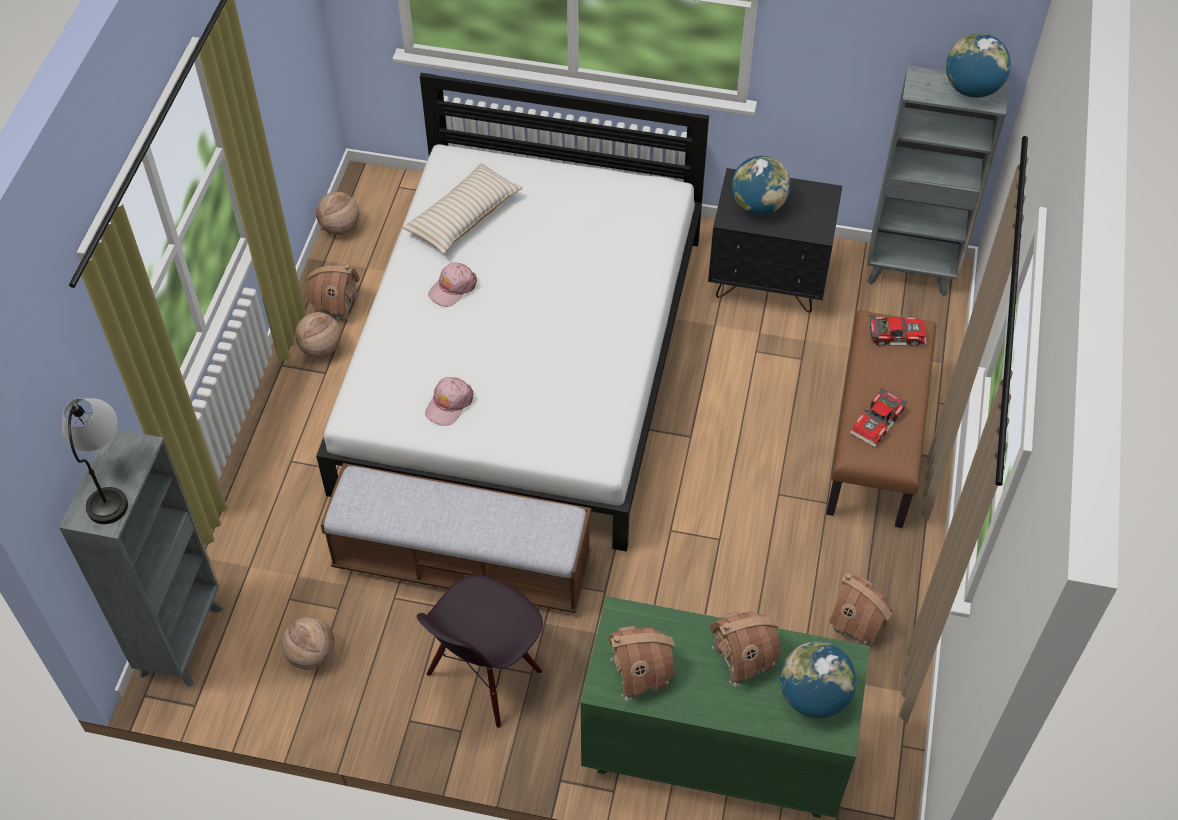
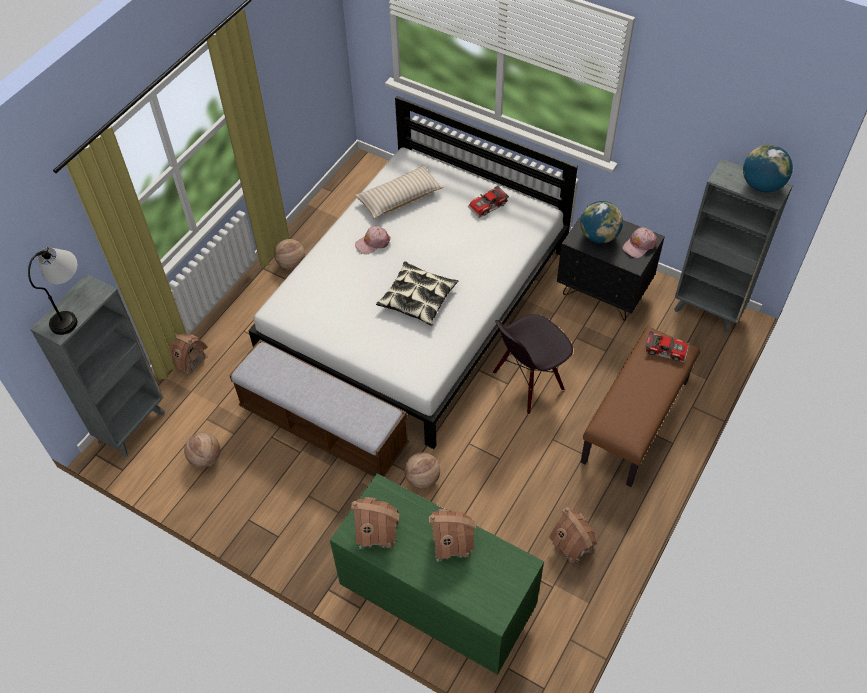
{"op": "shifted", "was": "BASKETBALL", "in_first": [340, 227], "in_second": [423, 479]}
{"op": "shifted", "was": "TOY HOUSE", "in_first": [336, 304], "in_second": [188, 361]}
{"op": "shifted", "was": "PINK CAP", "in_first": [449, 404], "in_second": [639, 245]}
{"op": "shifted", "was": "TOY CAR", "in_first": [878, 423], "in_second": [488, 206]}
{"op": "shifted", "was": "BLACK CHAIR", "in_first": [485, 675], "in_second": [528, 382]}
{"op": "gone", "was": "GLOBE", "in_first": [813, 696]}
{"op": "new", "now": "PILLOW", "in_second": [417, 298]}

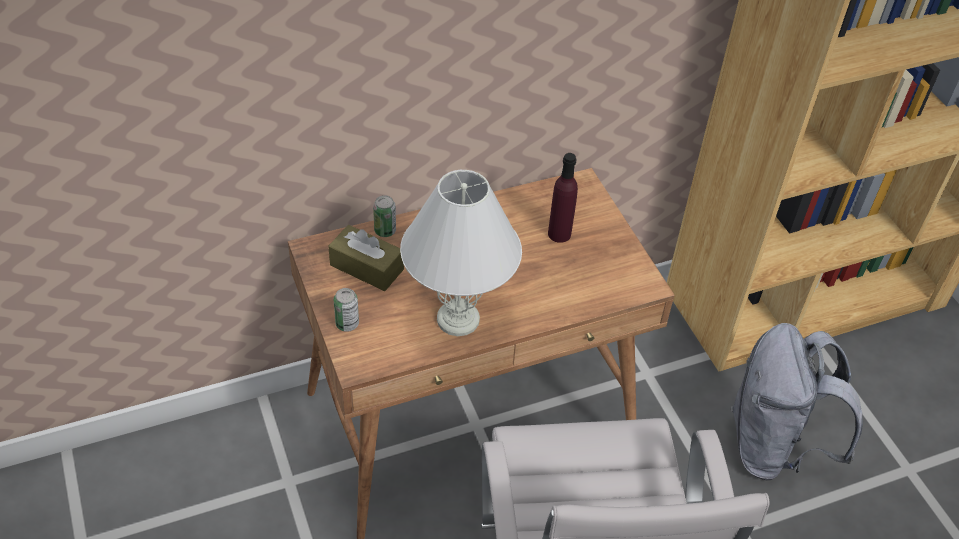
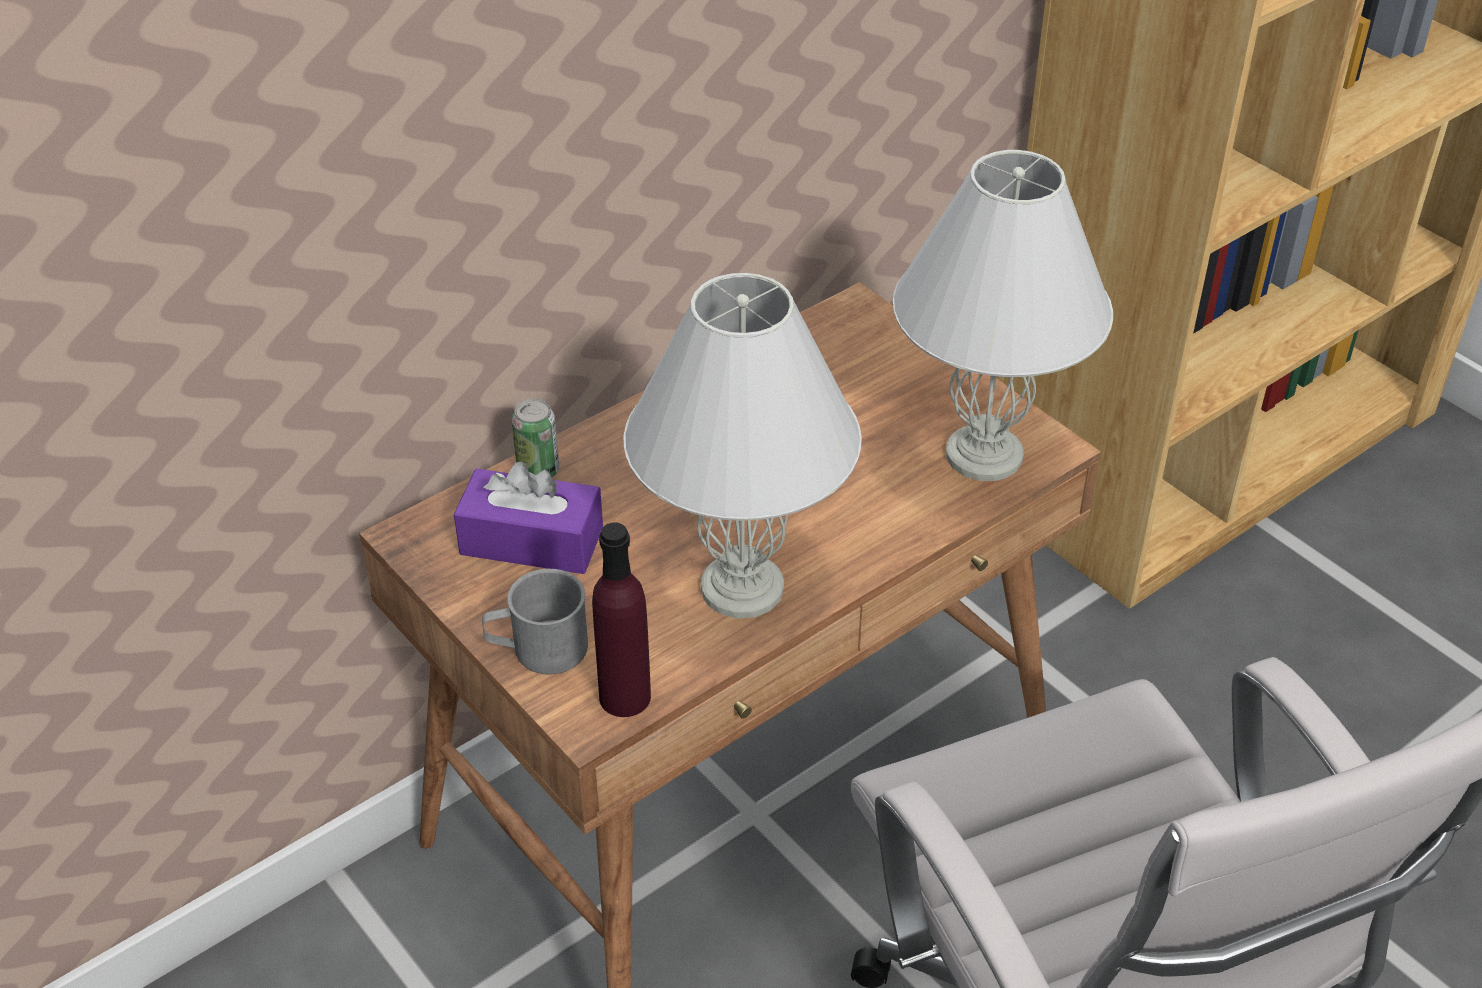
{"op": "shifted", "was": "PURPLE BOTTLE", "in_first": [559, 234], "in_second": [625, 697]}
{"op": "repainted", "was": "BROWN TISSUE BOX", "now": "PURPLE TISSUE BOX", "in_first": [367, 267], "in_second": [531, 541]}
{"op": "swapped", "was": "CAN", "now": "GREY MUG", "in_first": [347, 324], "in_second": [538, 649]}
{"op": "gone", "was": "GREY BACKPACK", "in_first": [773, 447]}
{"op": "new", "now": "WHITE TABLE LAMP", "in_second": [982, 455]}

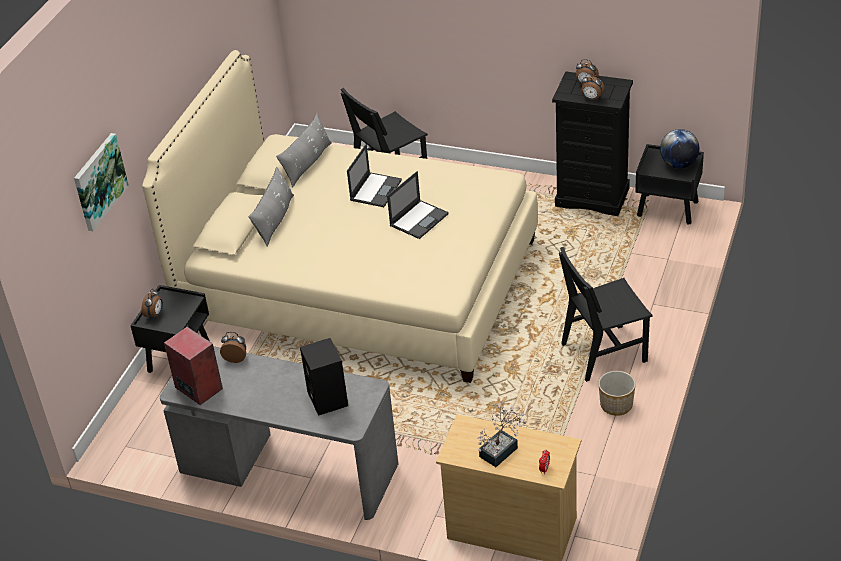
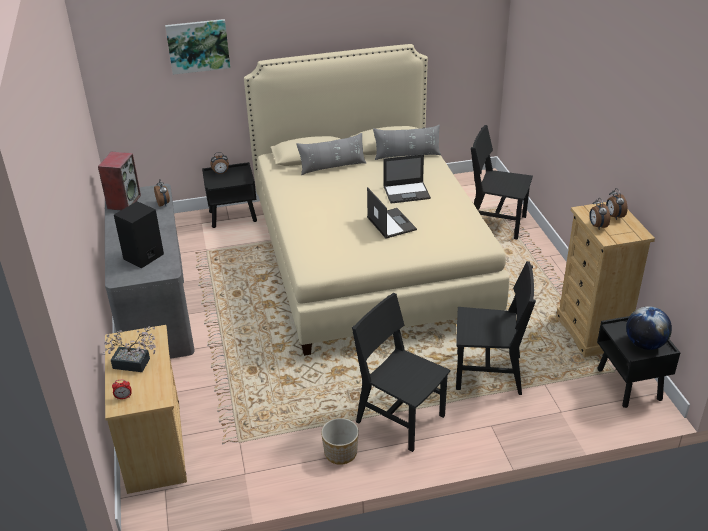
{"op": "repainted", "was": "BLACK DRESSER", "now": "BEIGE DRESSER", "in_first": [592, 197], "in_second": [592, 332]}
{"op": "rotated", "was": "LAPTOP", "in_first": [419, 219], "in_second": [391, 223], "clockwise": -120}
{"op": "new", "now": "BLACK CHAIR", "in_second": [488, 373]}

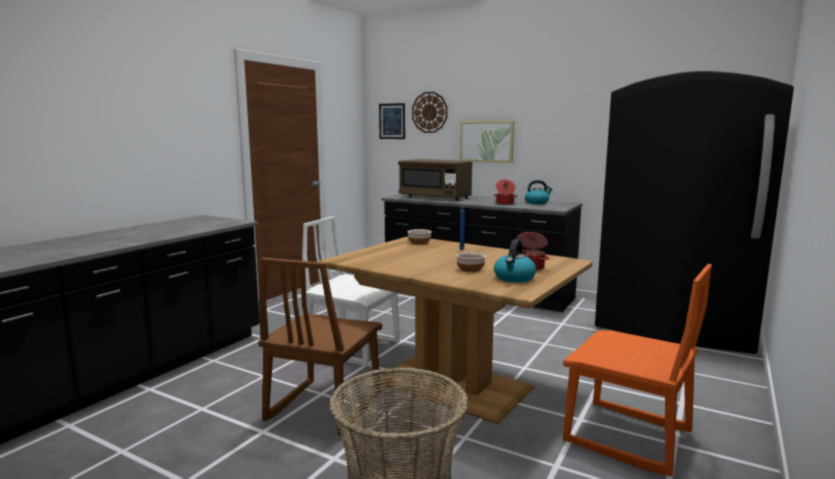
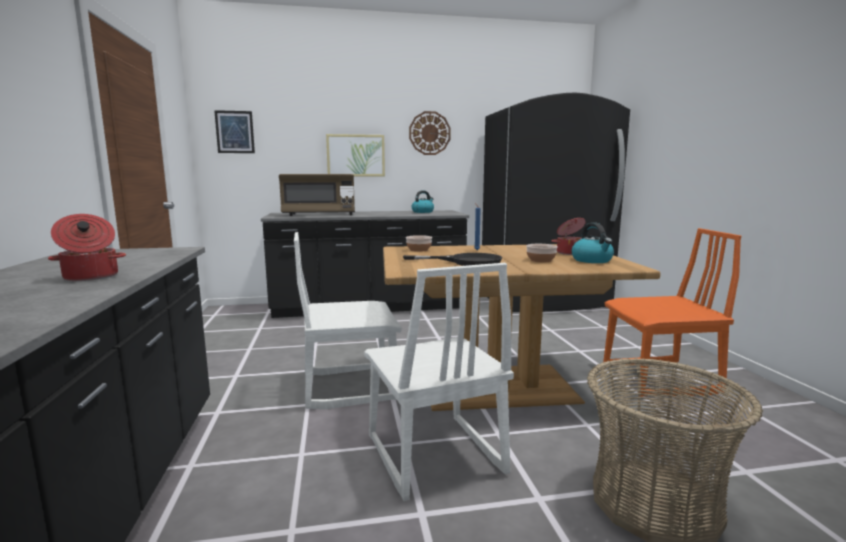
{"op": "shifted", "was": "WALL CLOCK", "in_first": [429, 112], "in_second": [429, 133]}
{"op": "shifted", "was": "COOKING POT", "in_first": [504, 203], "in_second": [90, 277]}
{"op": "repainted", "was": "BROWN CHAIR", "now": "WHITE CHAIR", "in_first": [323, 407], "in_second": [433, 455]}
{"op": "new", "now": "BLACK FRYING PAN", "in_second": [466, 262]}

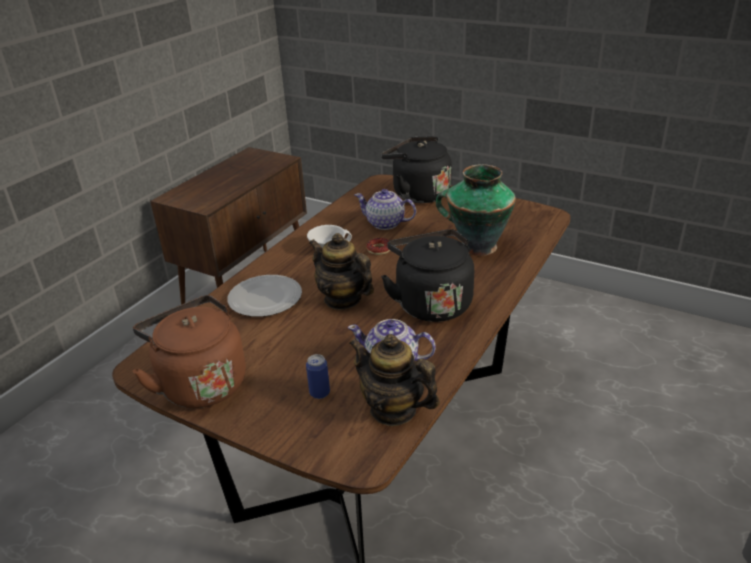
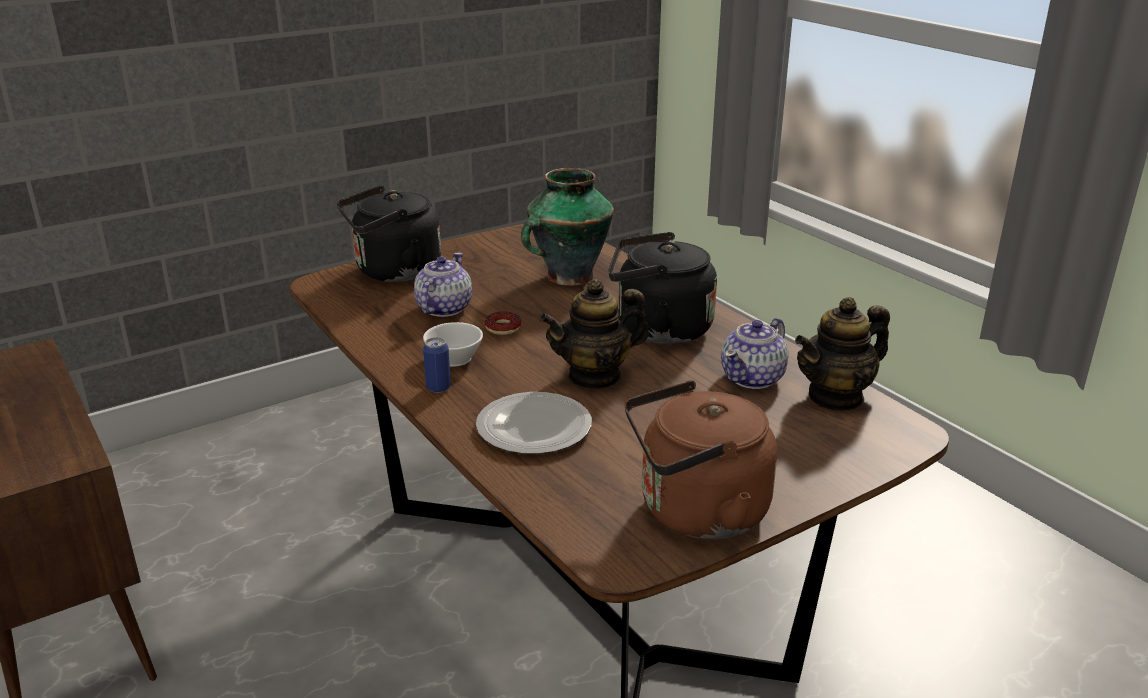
{"op": "rotated", "was": "TEAPOT", "in_first": [385, 224], "in_second": [443, 309], "clockwise": 150}
{"op": "shifted", "was": "CAN", "in_first": [319, 393], "in_second": [438, 387]}

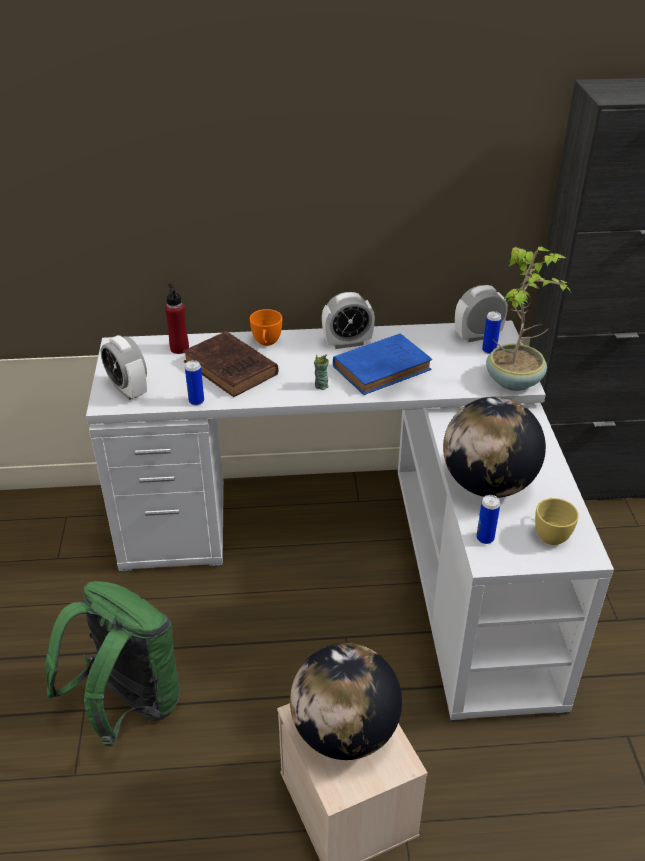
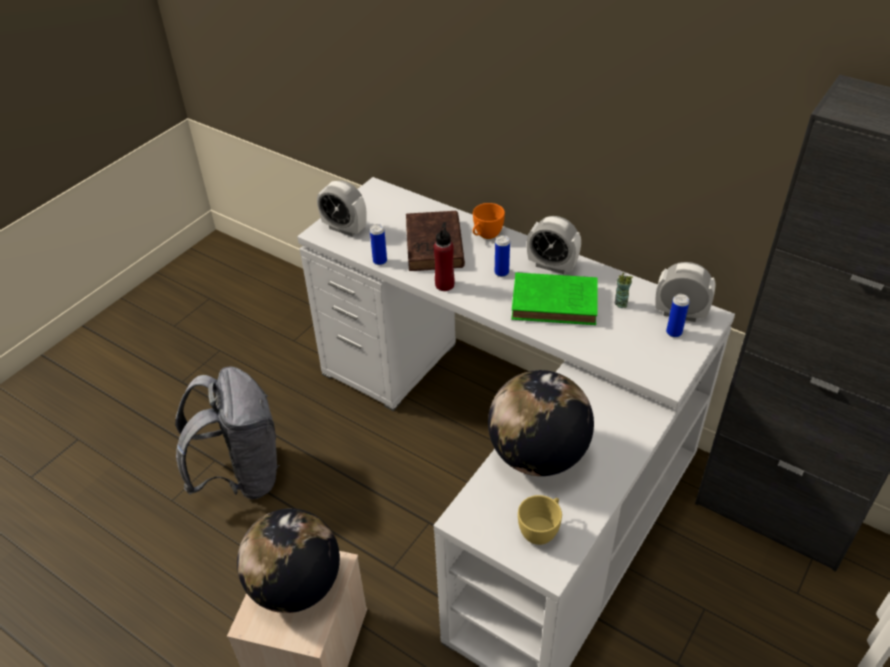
{"op": "gone", "was": "POTTED PLANT", "in_first": [515, 381]}
{"op": "shifted", "was": "RED BOTTLE", "in_first": [179, 348], "in_second": [444, 284]}
{"op": "repainted", "was": "BLUE BOOK", "now": "GREEN BOOK", "in_first": [384, 367], "in_second": [557, 303]}
{"op": "rotated", "was": "ALARM CLOCK", "in_first": [128, 389], "in_second": [344, 228], "clockwise": -60}
{"op": "shifted", "was": "CUP", "in_first": [321, 386], "in_second": [620, 303]}
{"op": "shifted", "was": "CAN", "in_first": [485, 538], "in_second": [501, 273]}
{"op": "repainted", "was": "GREEN BACKPACK", "now": "GREY BACKPACK", "in_first": [128, 705], "in_second": [242, 475]}

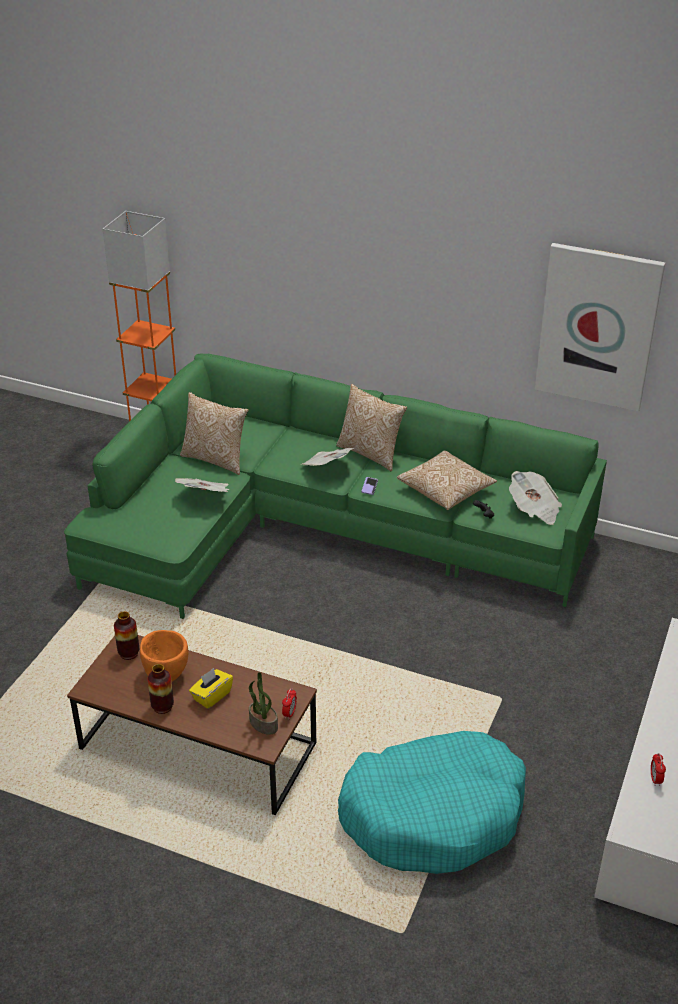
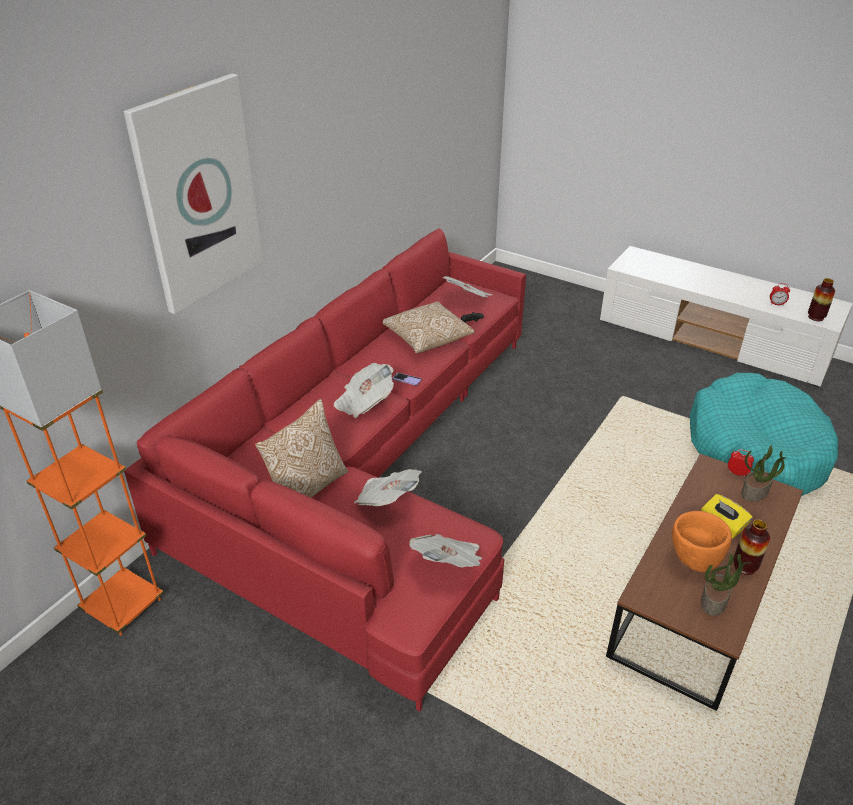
{"op": "shifted", "was": "PICTURE", "in_first": [597, 327], "in_second": [198, 194]}
{"op": "repainted", "was": "GREEN SOFA", "now": "RED SOFA", "in_first": [318, 529], "in_second": [368, 473]}
{"op": "gone", "was": "PILLOW", "in_first": [370, 453]}
{"op": "shifted", "was": "VASE", "in_first": [129, 653], "in_second": [816, 317]}
{"op": "new", "now": "NEWSPAPER", "in_second": [449, 563]}
{"op": "new", "now": "POTTED PLANT", "in_second": [714, 601]}

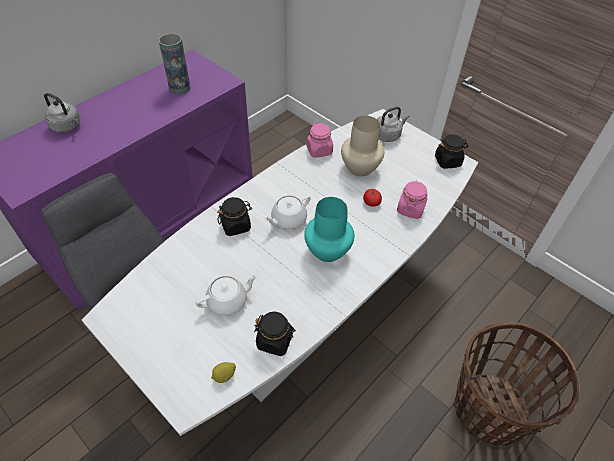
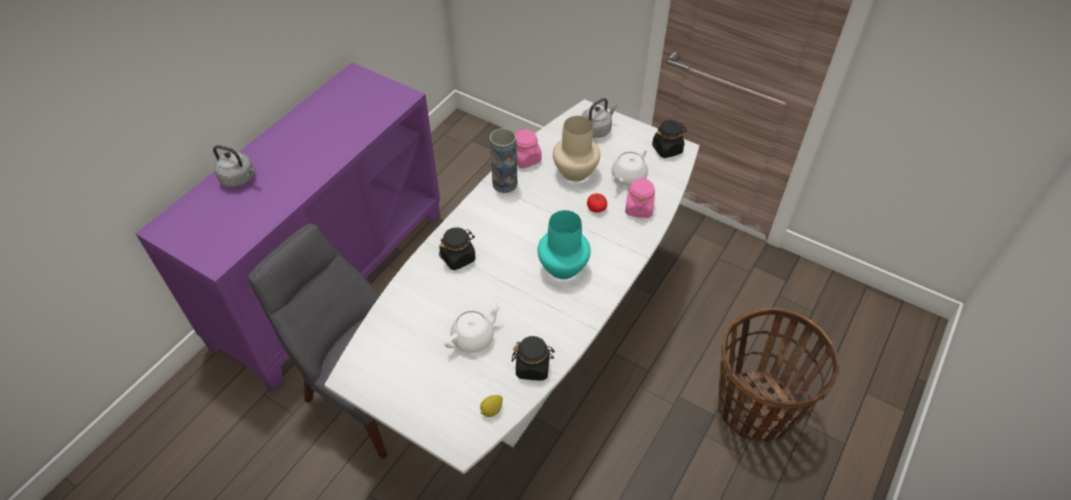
{"op": "shifted", "was": "VASE", "in_first": [179, 88], "in_second": [504, 183]}
{"op": "shifted", "was": "WHITE TEAPOT", "in_first": [288, 220], "in_second": [628, 177]}

